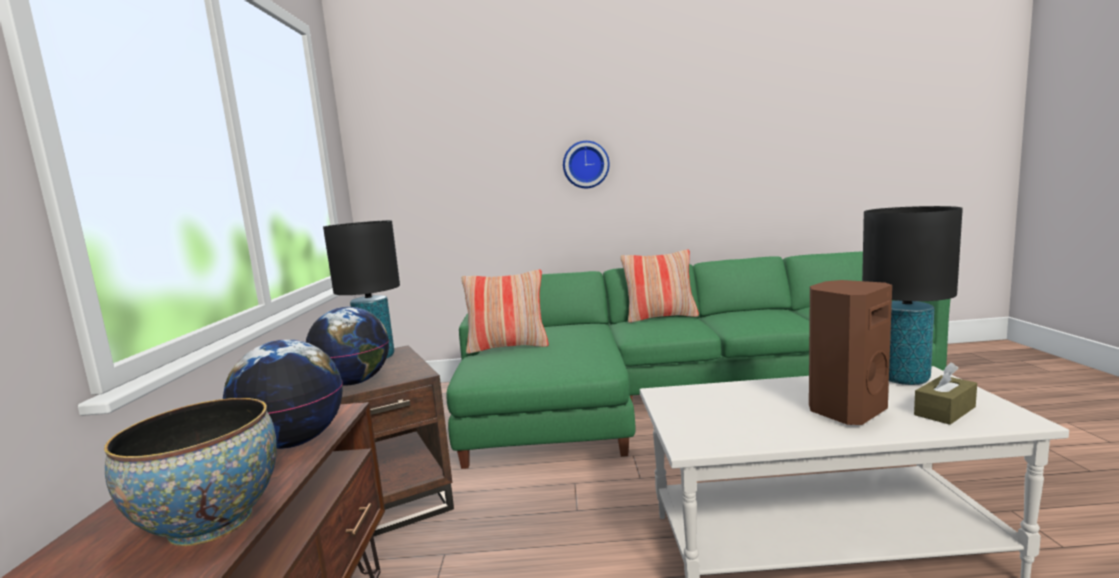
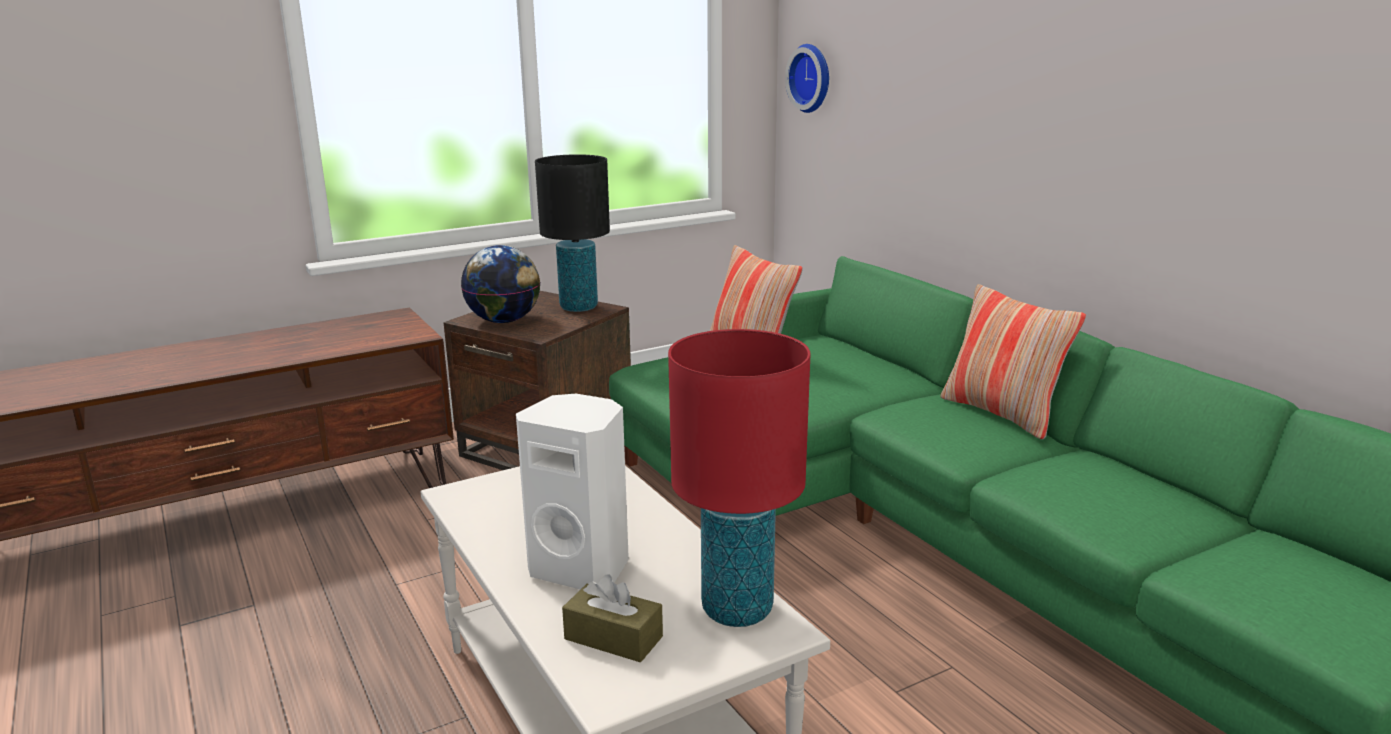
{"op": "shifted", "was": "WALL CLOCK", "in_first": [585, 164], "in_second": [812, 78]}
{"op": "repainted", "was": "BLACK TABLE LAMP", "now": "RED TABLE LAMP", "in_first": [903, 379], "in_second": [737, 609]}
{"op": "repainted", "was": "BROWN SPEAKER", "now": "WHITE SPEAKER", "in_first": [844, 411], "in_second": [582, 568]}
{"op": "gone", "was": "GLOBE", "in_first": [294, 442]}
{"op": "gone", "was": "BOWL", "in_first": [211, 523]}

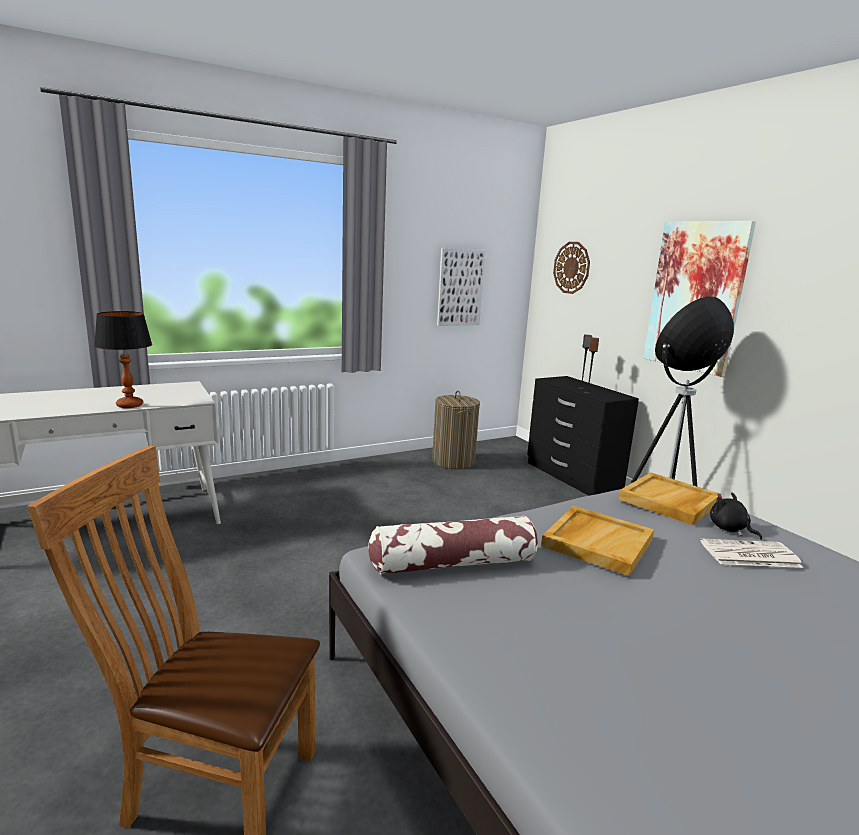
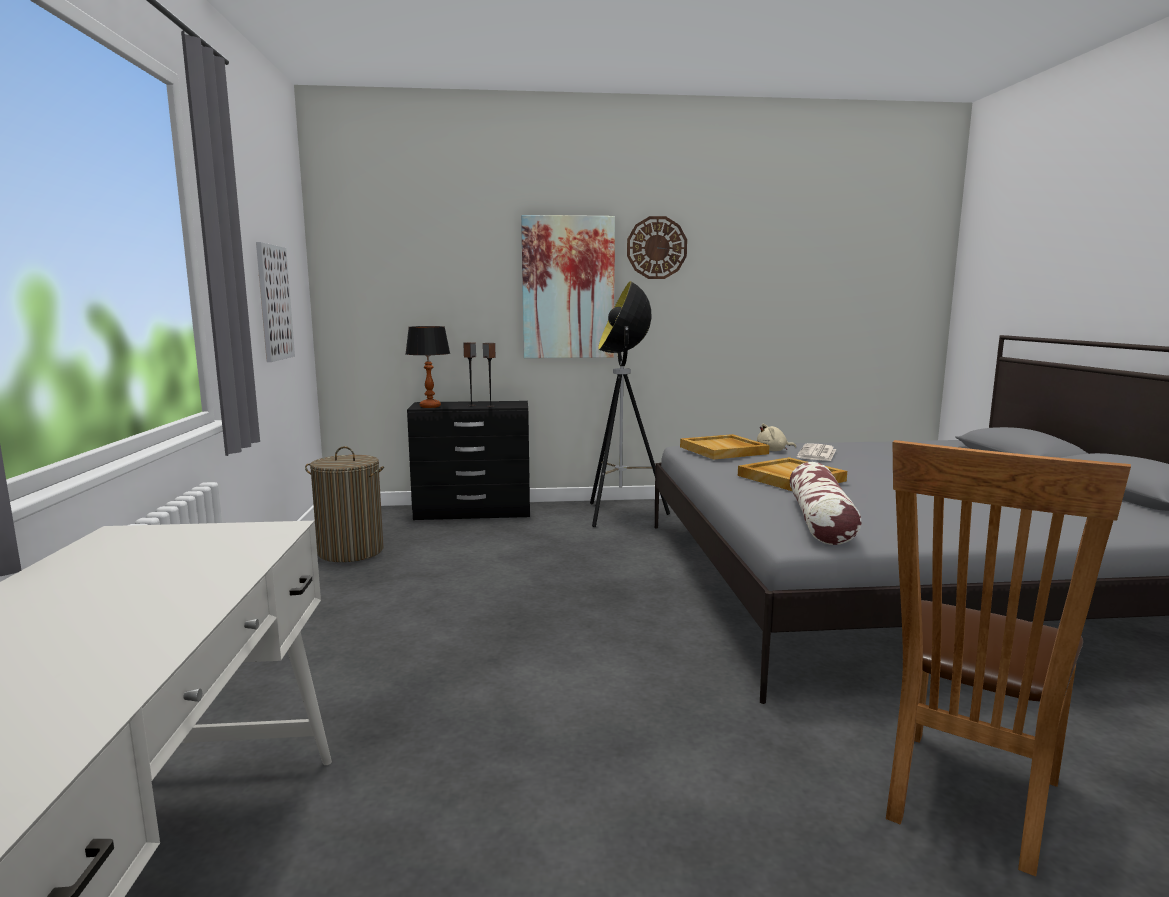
{"op": "shifted", "was": "WALL CLOCK", "in_first": [571, 267], "in_second": [656, 248]}
{"op": "shifted", "was": "TABLE LAMP", "in_first": [130, 405], "in_second": [430, 406]}
{"op": "repainted", "was": "BLACK PLUSH TOY", "now": "BEIGE PLUSH TOY", "in_first": [729, 529], "in_second": [773, 450]}

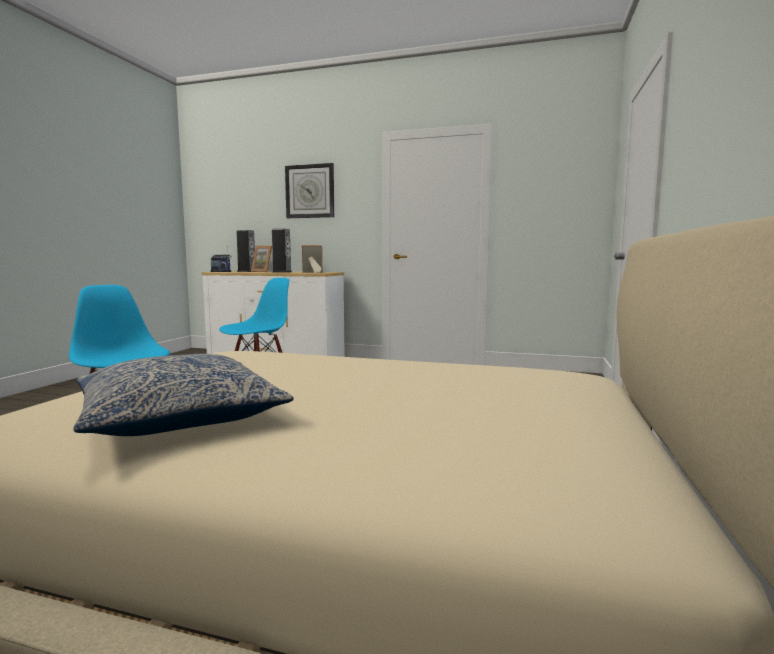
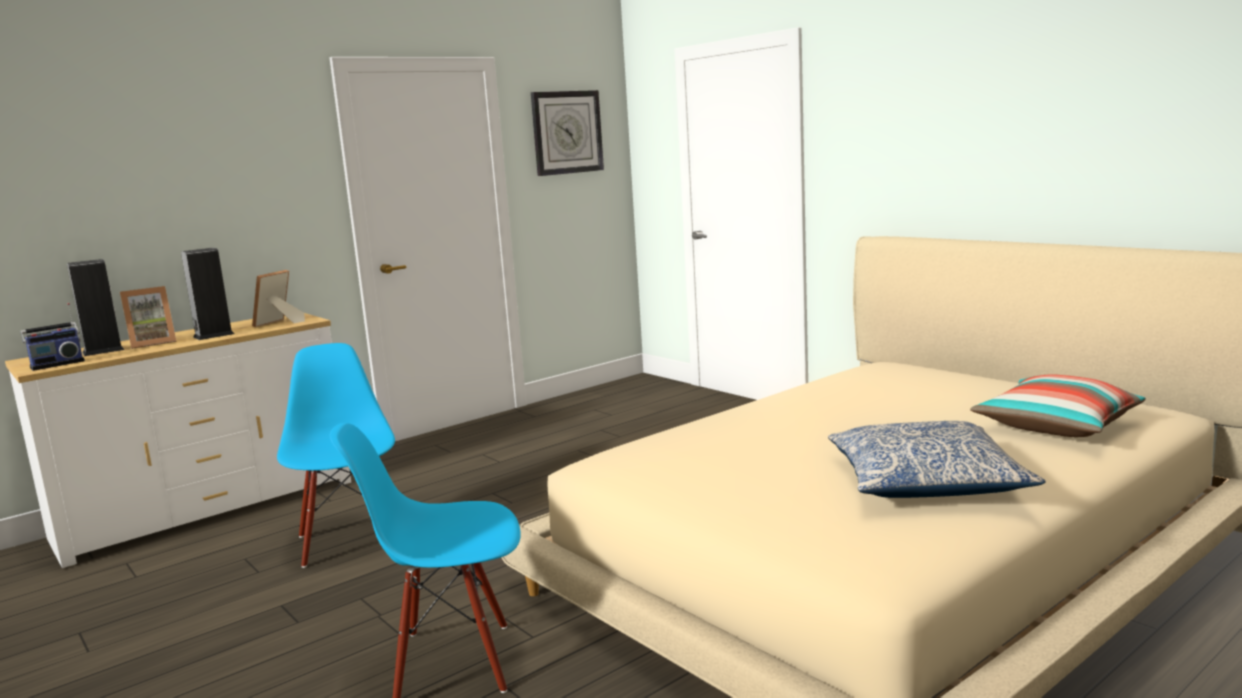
{"op": "shifted", "was": "WALL CLOCK", "in_first": [310, 191], "in_second": [567, 132]}
{"op": "new", "now": "PILLOW", "in_second": [1056, 426]}

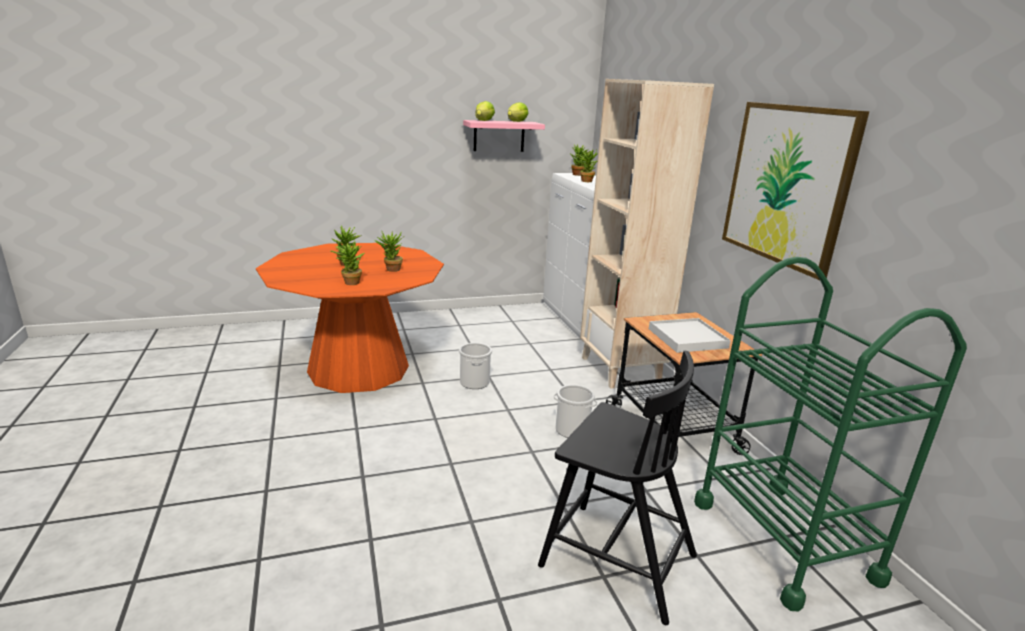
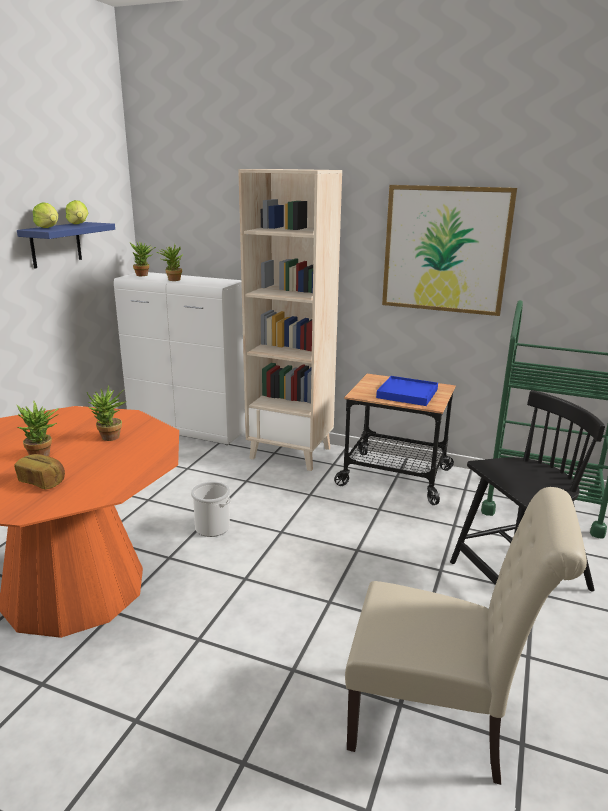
{"op": "repainted", "was": "PINK SHELF", "now": "BLUE SHELF", "in_first": [499, 136], "in_second": [56, 244]}
{"op": "gone", "was": "POTTED PLANT", "in_first": [349, 282]}
{"op": "repainted", "was": "WHITE TRAY", "now": "BLUE TRAY", "in_first": [687, 338], "in_second": [407, 394]}
{"op": "gone", "was": "BUCKET", "in_first": [571, 430]}
{"op": "new", "now": "BREAD", "in_second": [43, 482]}
{"op": "new", "now": "BEIGE CHAIR", "in_second": [438, 726]}

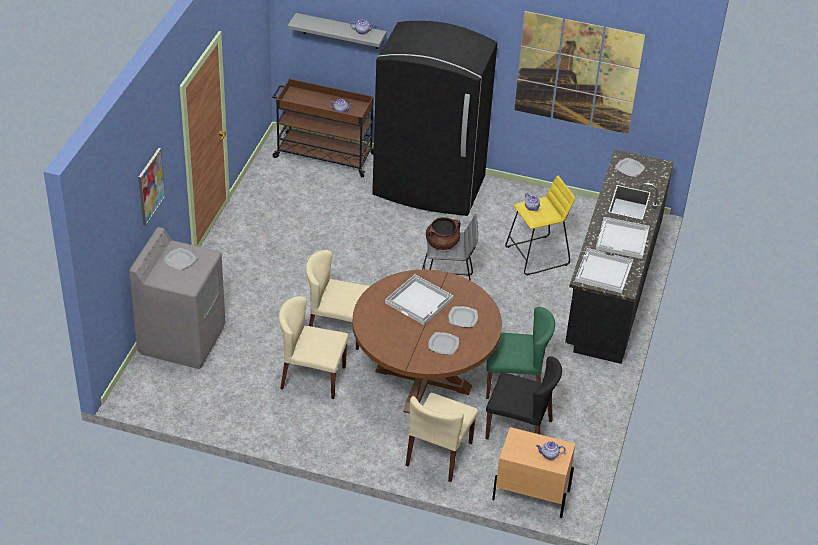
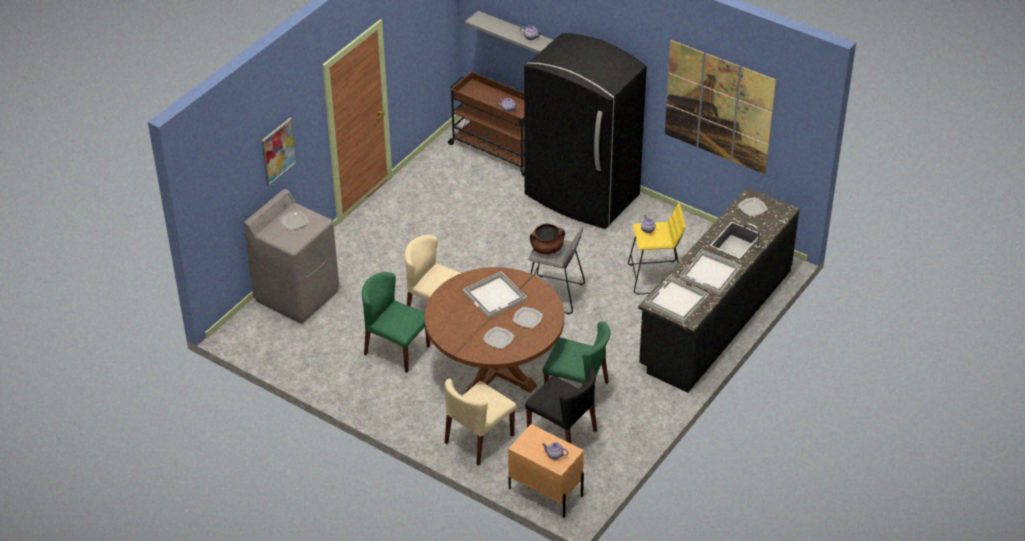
{"op": "repainted", "was": "BEIGE CHAIR", "now": "GREEN CHAIR", "in_first": [312, 377], "in_second": [396, 350]}

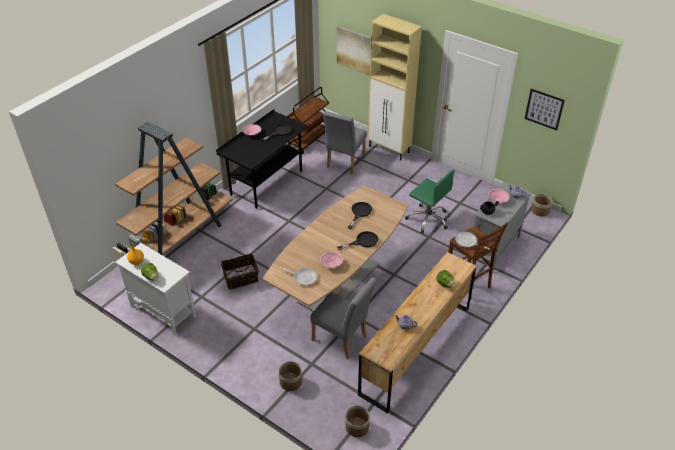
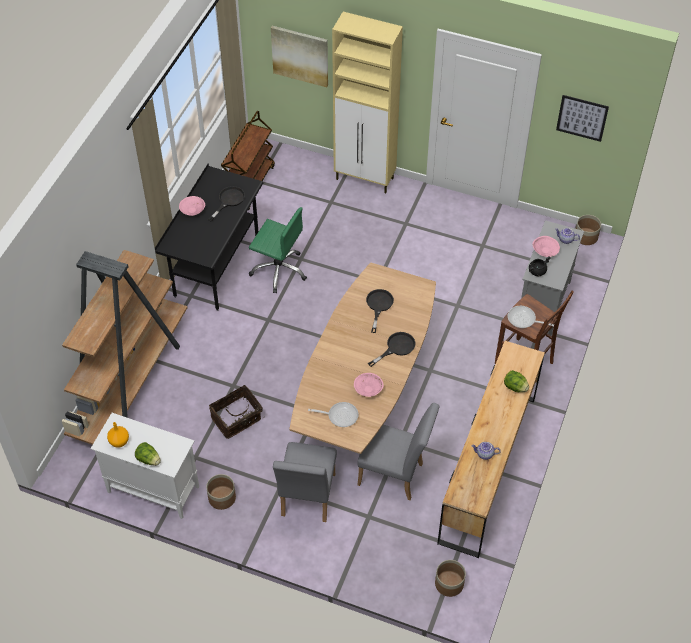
{"op": "shifted", "was": "GREY CHAIR", "in_first": [344, 163], "in_second": [306, 499]}
{"op": "shifted", "was": "GREEN OFFICE CHAIR", "in_first": [428, 219], "in_second": [279, 270]}
{"op": "shifted", "was": "PLANTER", "in_first": [291, 382], "in_second": [222, 498]}

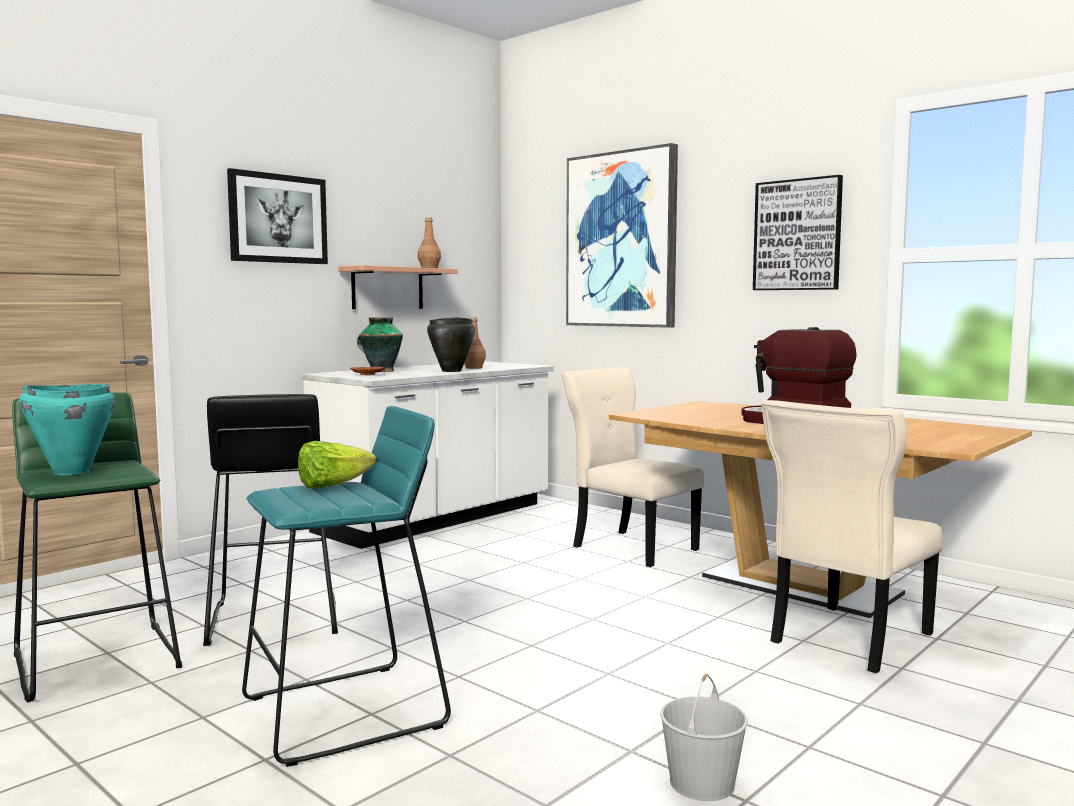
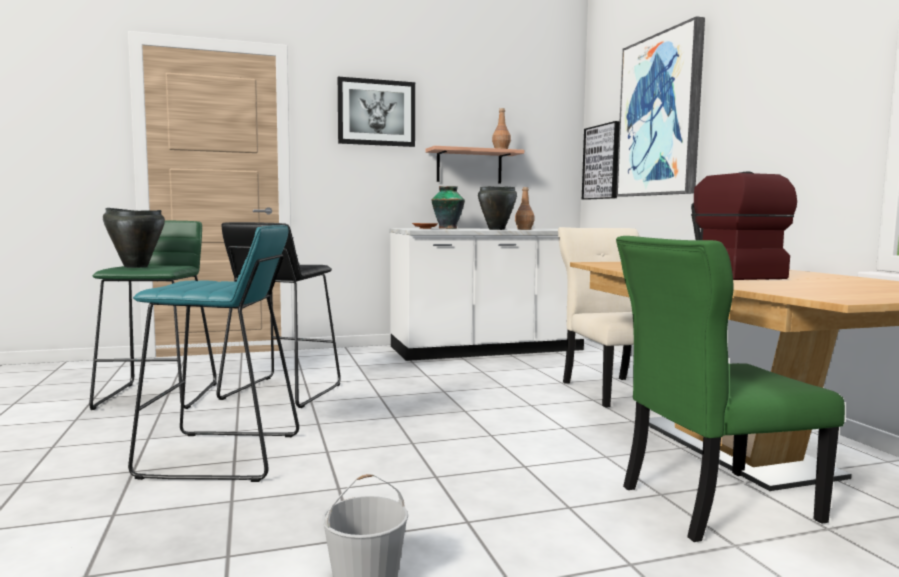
{"op": "shifted", "was": "PICTURE", "in_first": [797, 235], "in_second": [601, 162]}
{"op": "repainted", "was": "TURQUOISE COOKING POT", "now": "BLACK COOKING POT", "in_first": [71, 472], "in_second": [135, 266]}
{"op": "repainted", "was": "BEIGE CHAIR", "now": "GREEN CHAIR", "in_first": [847, 639], "in_second": [711, 504]}
{"op": "gone", "was": "LETTUCE", "in_first": [332, 486]}

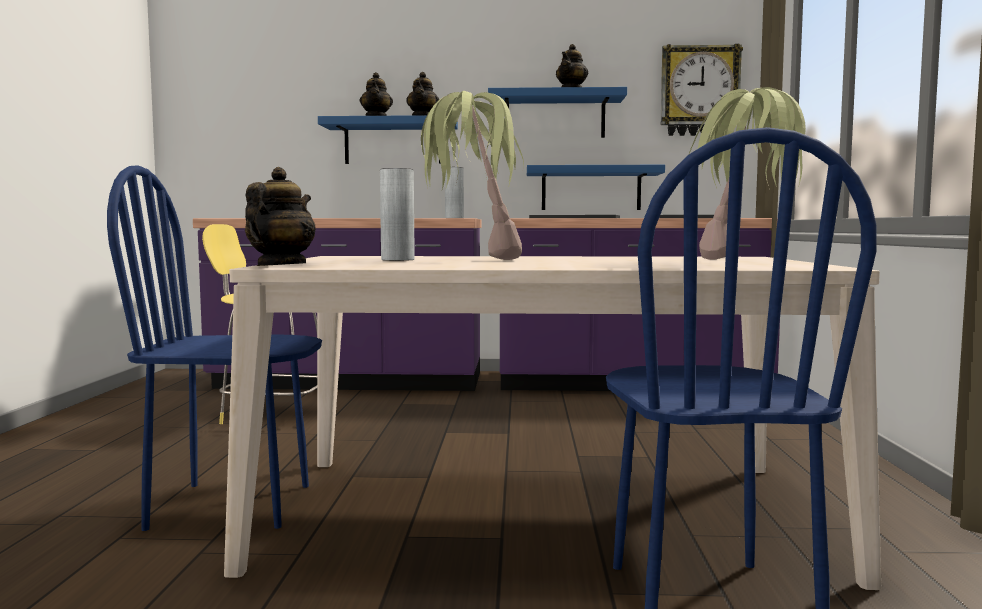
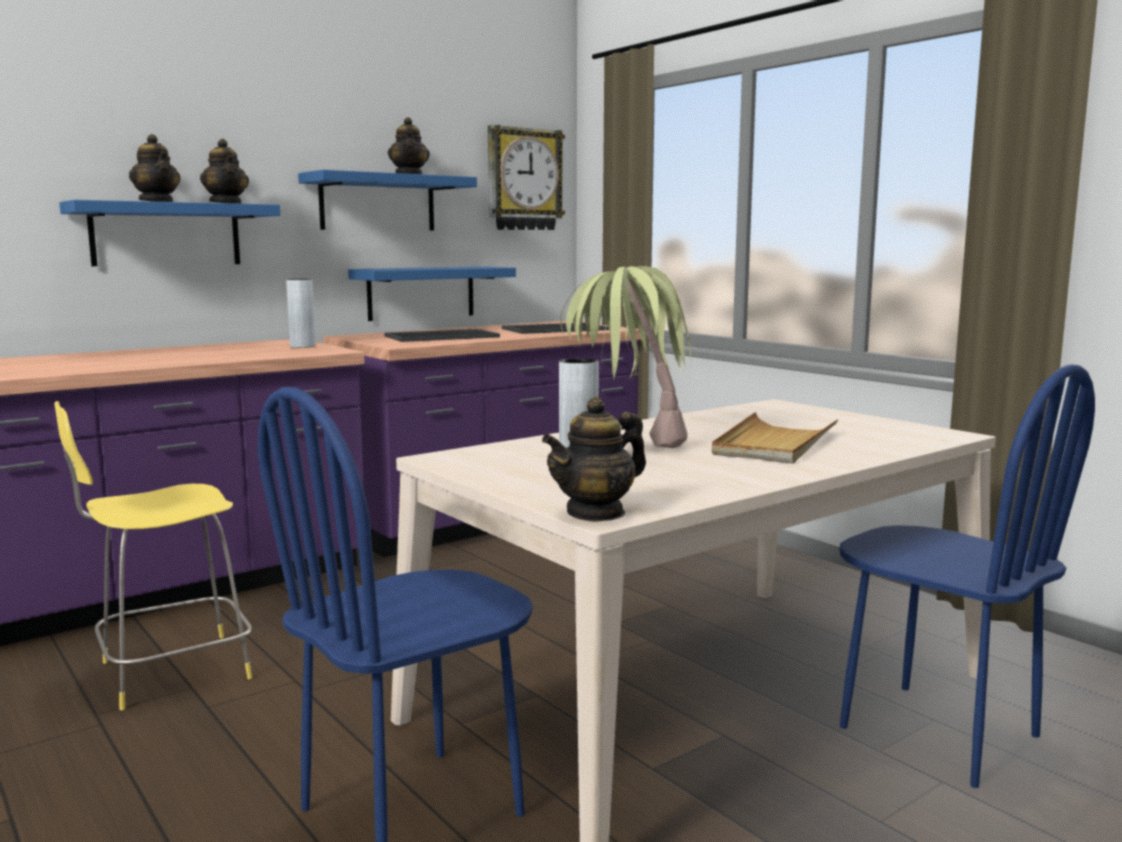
{"op": "gone", "was": "POTTED PLANT", "in_first": [745, 260]}
{"op": "rotated", "was": "TEAPOT", "in_first": [280, 266], "in_second": [596, 513], "clockwise": -105}
{"op": "new", "now": "BEIGE TRAY", "in_second": [774, 444]}

